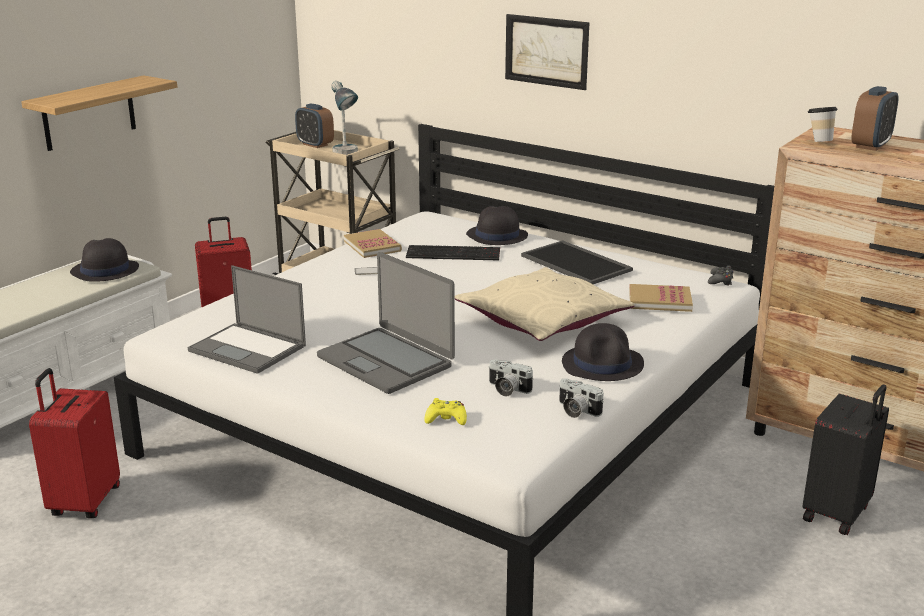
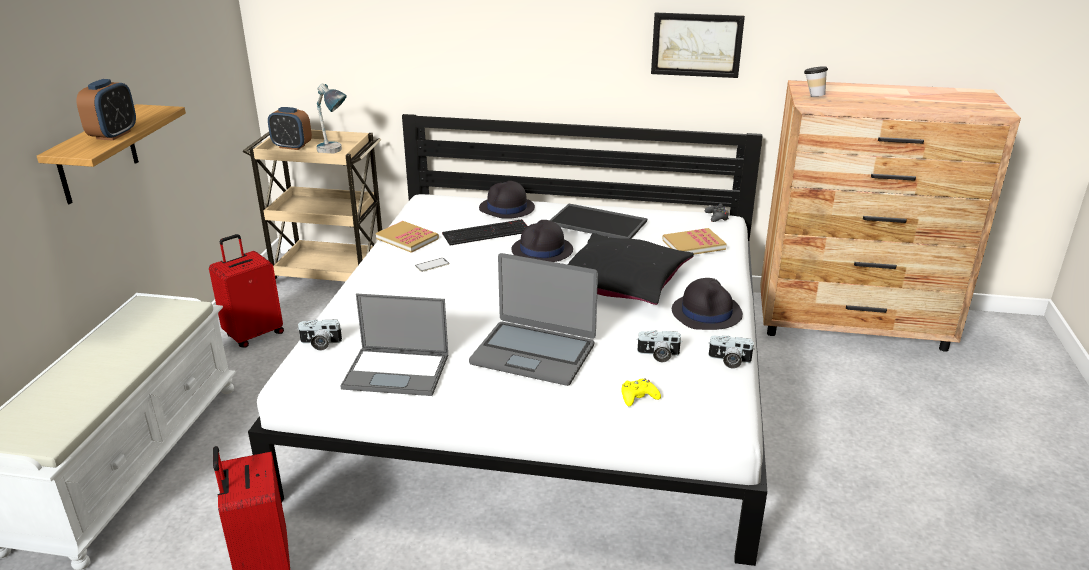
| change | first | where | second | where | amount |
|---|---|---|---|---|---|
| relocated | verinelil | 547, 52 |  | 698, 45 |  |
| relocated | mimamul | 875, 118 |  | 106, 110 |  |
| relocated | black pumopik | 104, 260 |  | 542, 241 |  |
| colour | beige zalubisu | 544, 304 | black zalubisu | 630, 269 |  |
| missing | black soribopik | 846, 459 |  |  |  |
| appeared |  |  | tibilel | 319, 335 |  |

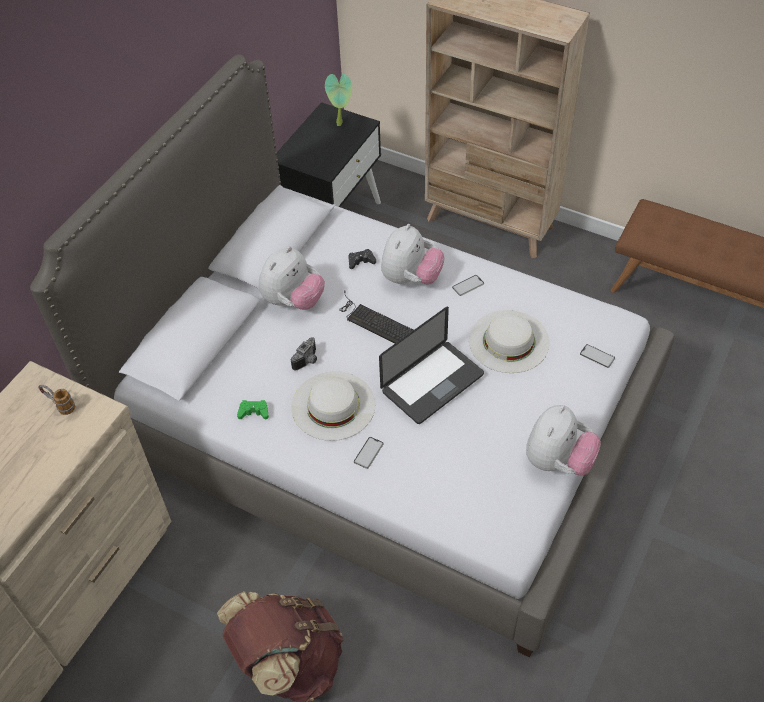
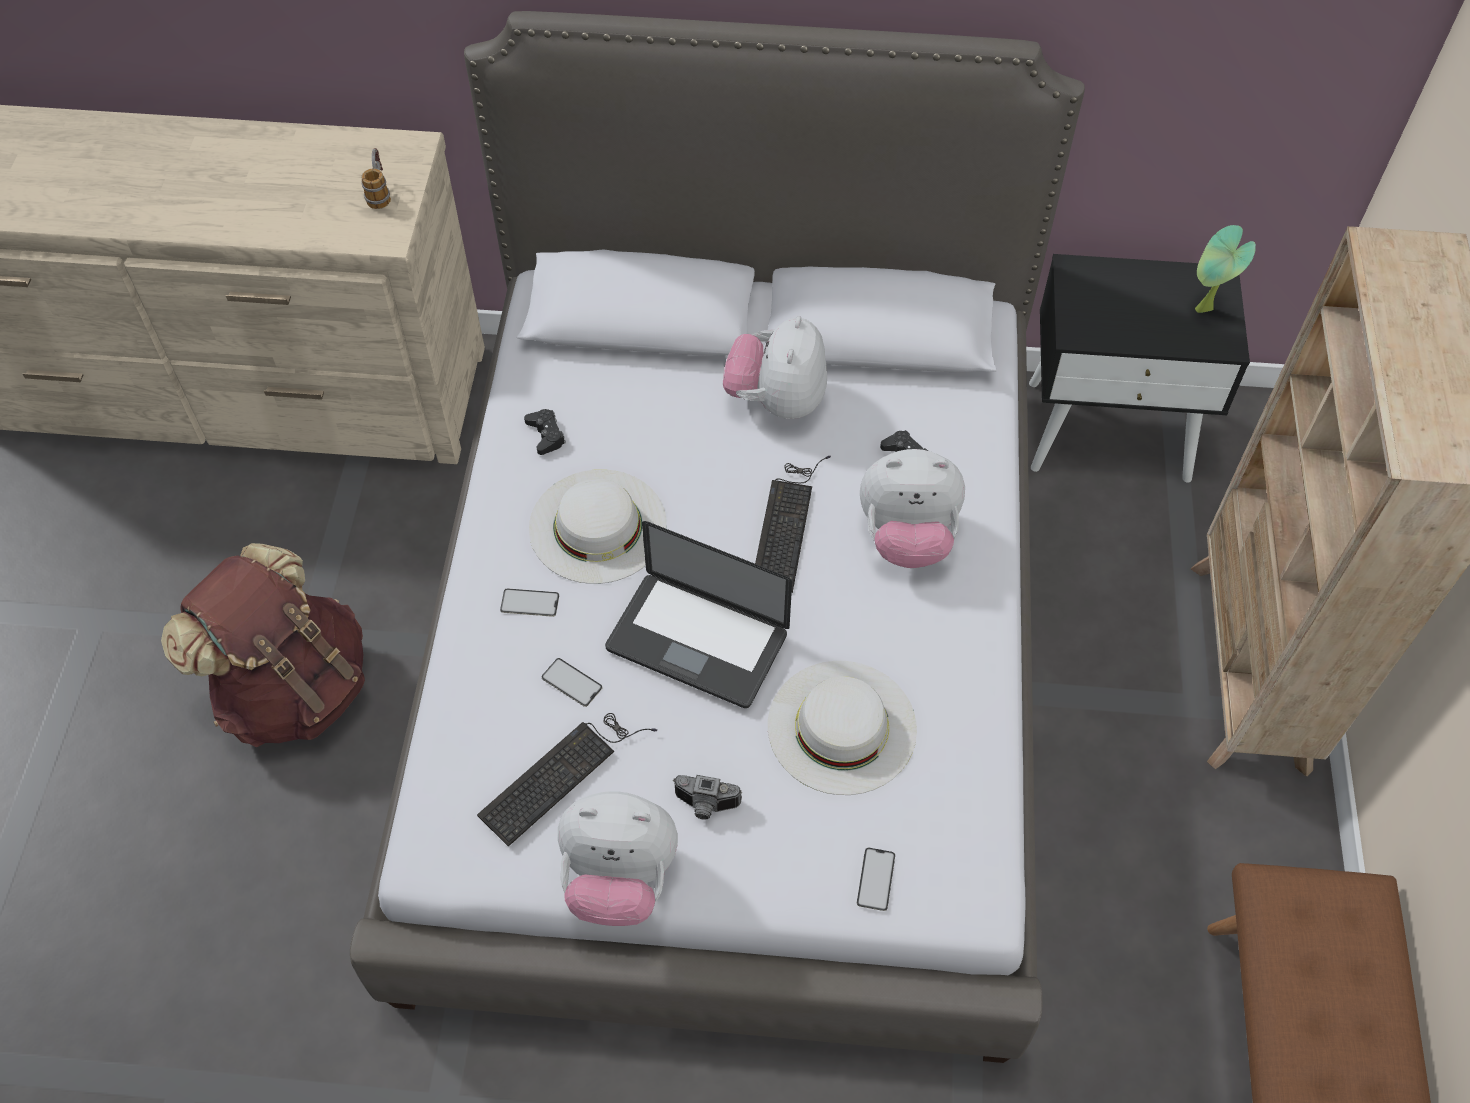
| change | first | where | second | where | amount |
|---|---|---|---|---|---|
| spun | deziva | 292, 278 |  | 775, 367 | 90 degrees clockwise |
| relocated | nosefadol | 468, 285 |  | 572, 682 |  |
| relocated | tibilel | 304, 353 |  | 707, 797 |  |
| colour | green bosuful | 253, 409 | black bosuful | 545, 432 |  |
| appeared |  |  | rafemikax | 567, 780 |  |

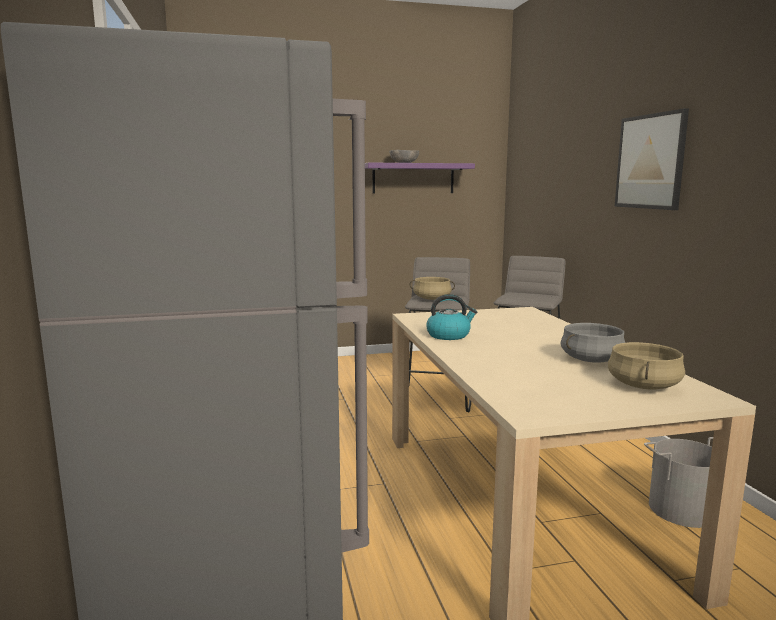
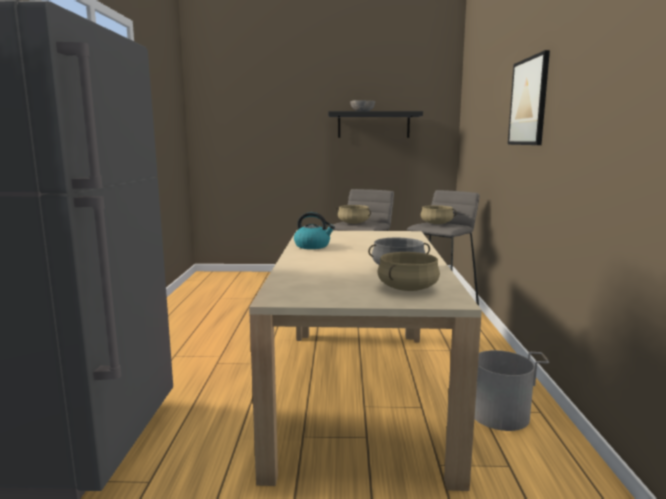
| change | first | where | second | where | amount |
|---|---|---|---|---|---|
| colour | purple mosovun | 420, 178 | black mosovun | 375, 124 |  |
| appeared |  |  | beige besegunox | 438, 214 |  |

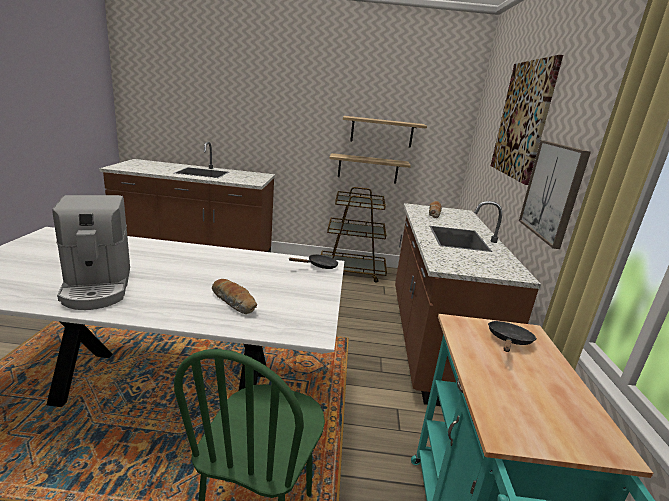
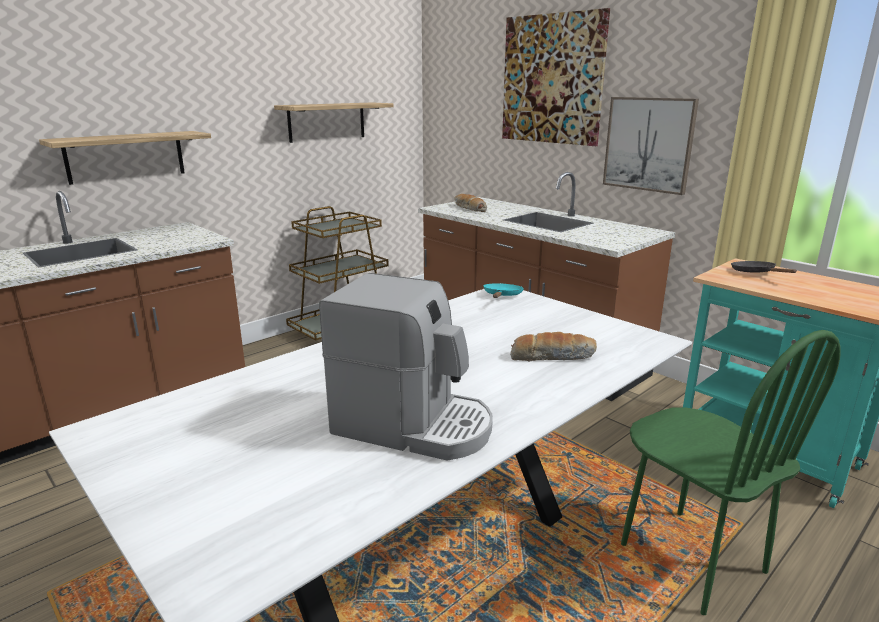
| change | first | where | second | where | amount |
|---|---|---|---|---|---|
| relocated | mosovun | 370, 168 |  | 125, 158 |  |
| colour | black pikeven | 313, 261 | turquoise pikeven | 503, 290 |  |

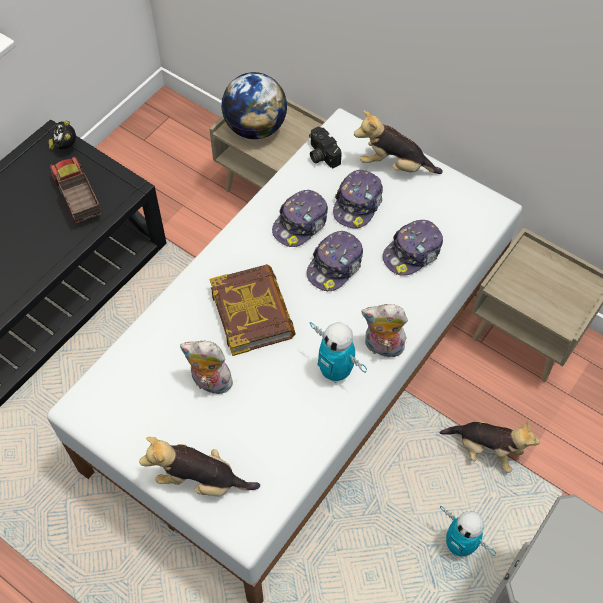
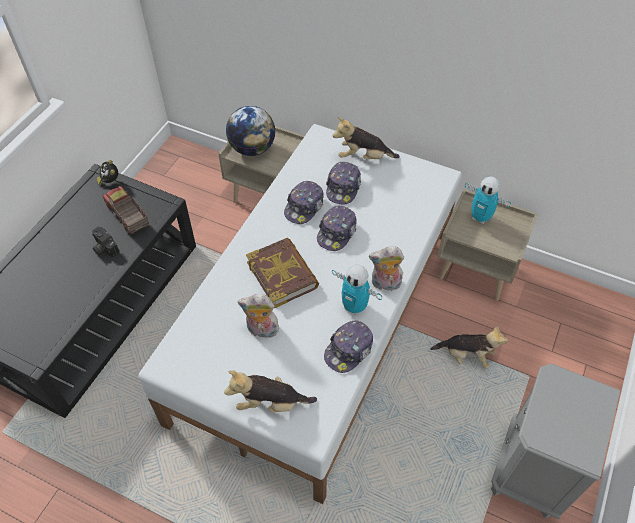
| change | first | where | second | where | amount |
|---|---|---|---|---|---|
| relocated | tibilel | 325, 147 |  | 105, 242 |  |
| relocated | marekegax | 413, 248 |  | 348, 347 |  |
| relocated | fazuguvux | 468, 531 |  | 488, 200 |  |

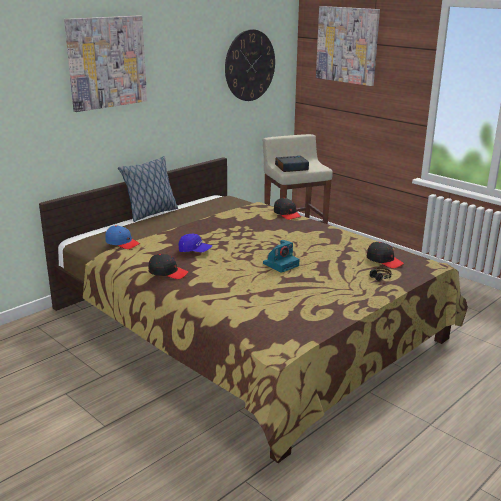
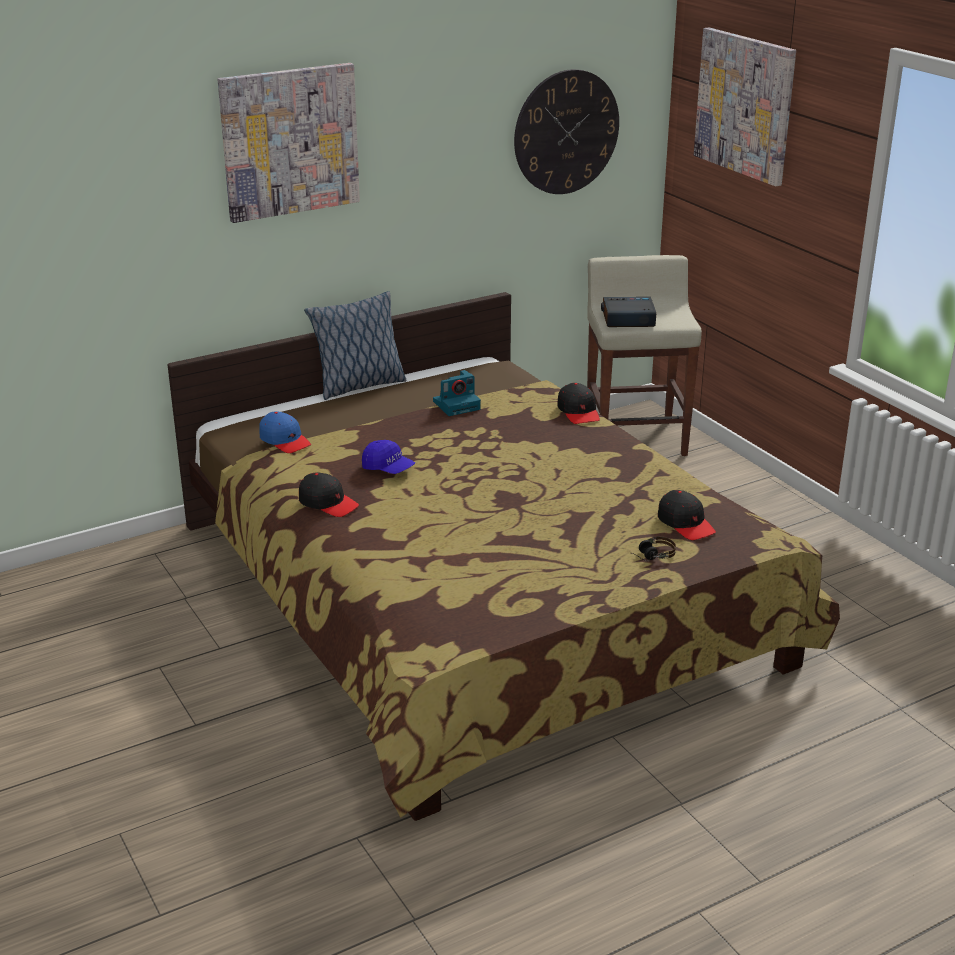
| change | first | where | second | where | amount |
|---|---|---|---|---|---|
| relocated | tibilel | 281, 256 |  | 457, 393 |  |

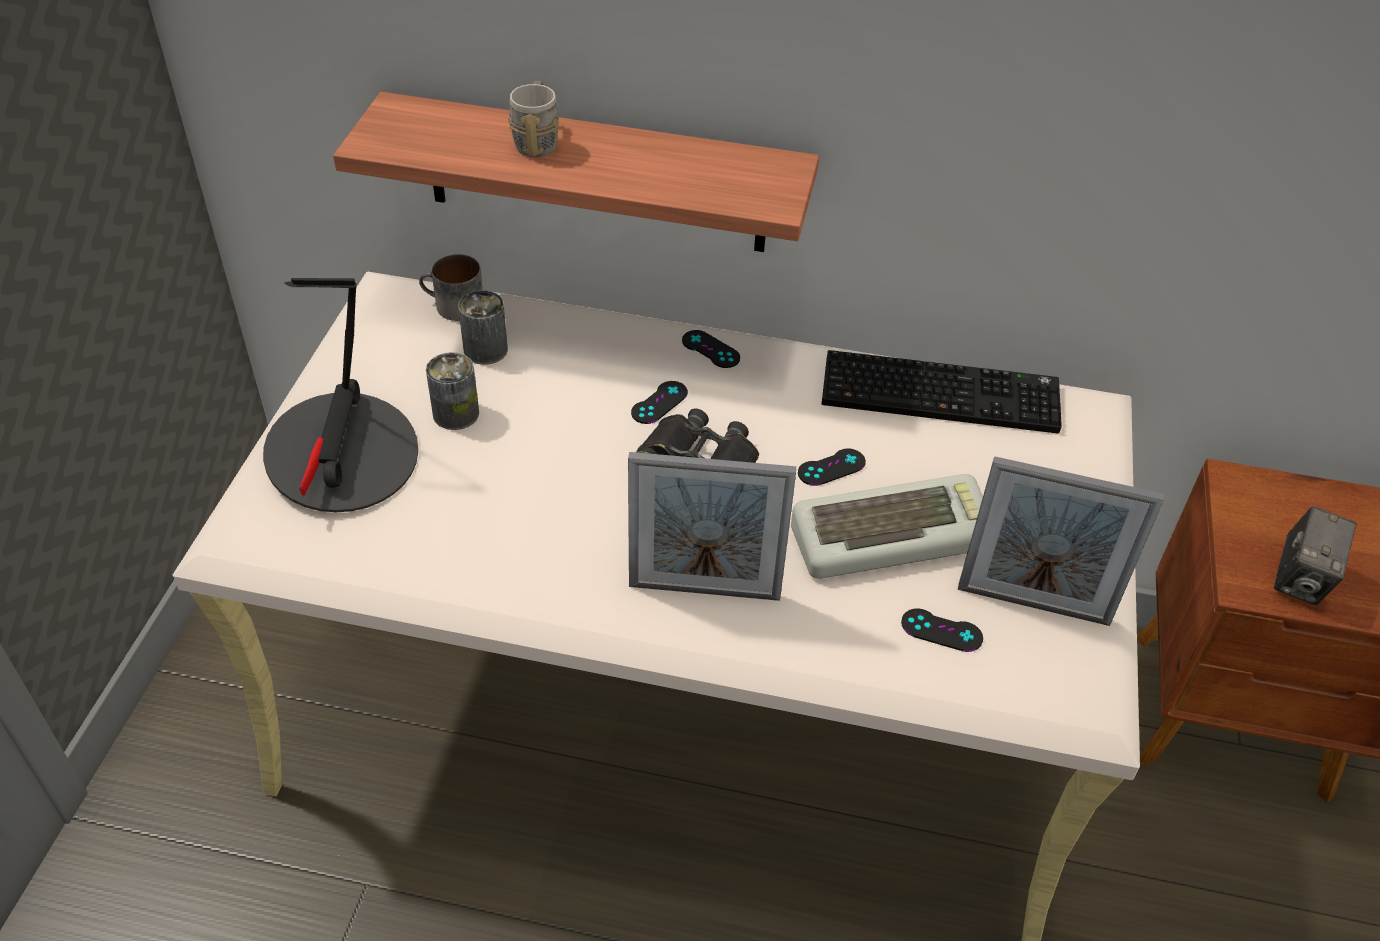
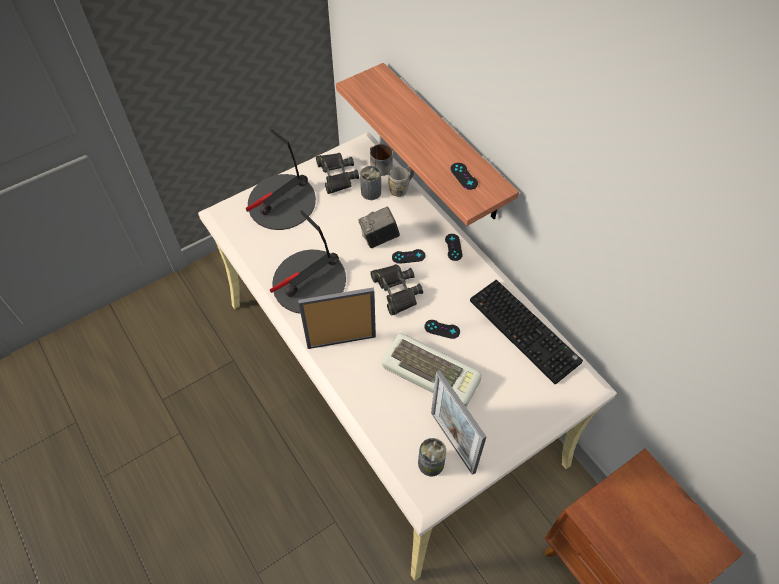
| change | first | where | second | where | amount |
|---|---|---|---|---|---|
| relocated | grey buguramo | 533, 119 |  | 401, 181 |  |
| relocated | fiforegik | 452, 391 |  | 432, 457 |  |
| spun | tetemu | 712, 526 |  | 337, 318 | 120 degrees clockwise |
| relocated | tibilel | 1315, 555 |  | 379, 227 |  |
| relocated | black bosuful | 942, 630 |  | 464, 176 |  |
| appeared |  |  | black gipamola | 337, 173 |  |
| appeared |  |  | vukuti | 308, 262 |  |

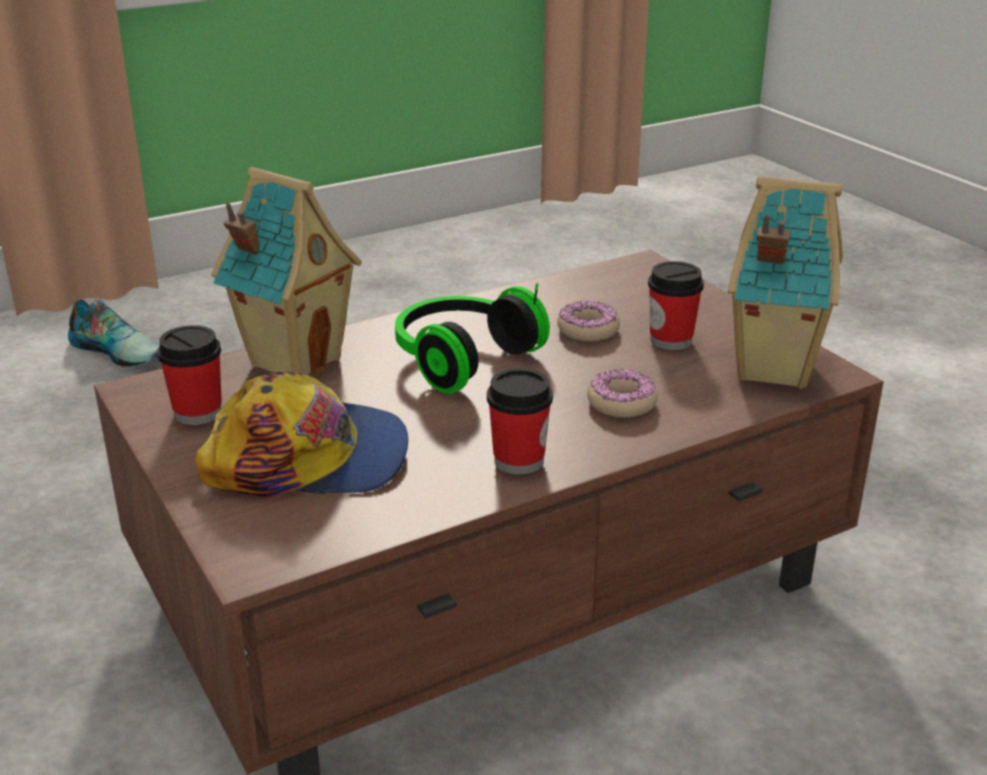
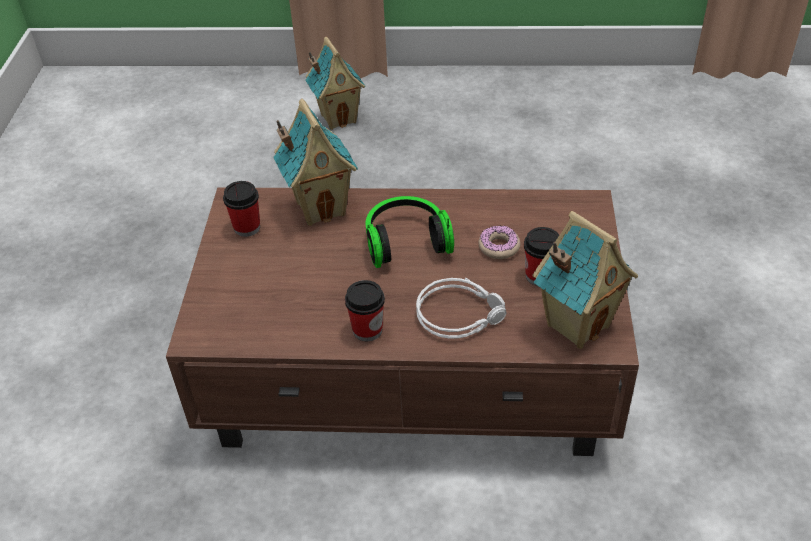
| change | first | where | second | where | amount |
|---|---|---|---|---|---|
| exchanged | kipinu | 114, 333 | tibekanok | 335, 83 |  |
| exchanged | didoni | 622, 393 | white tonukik | 461, 308 |  |
| missing | marekegax | 301, 434 |  |  |  |

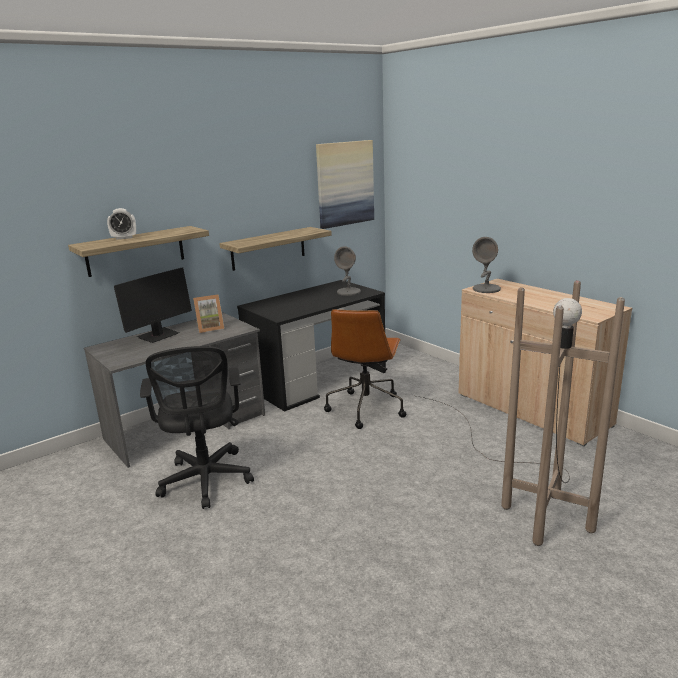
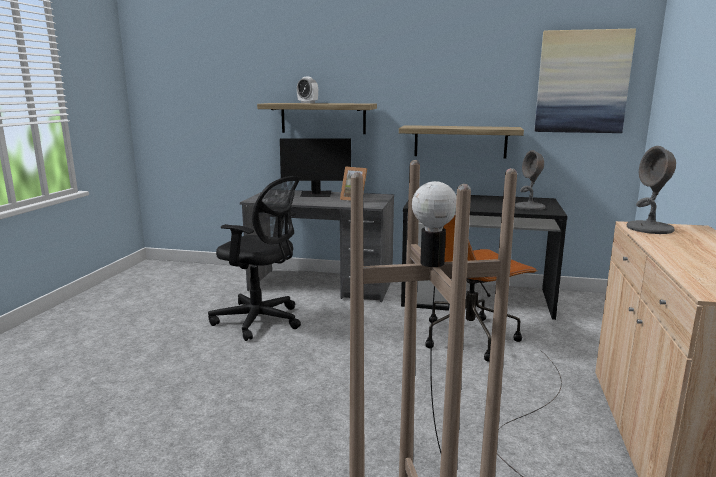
| change | first | where | second | where | amount |
|---|---|---|---|---|---|
| spun | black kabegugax | 197, 427 |  | 254, 258 | 105 degrees counterclockwise |

